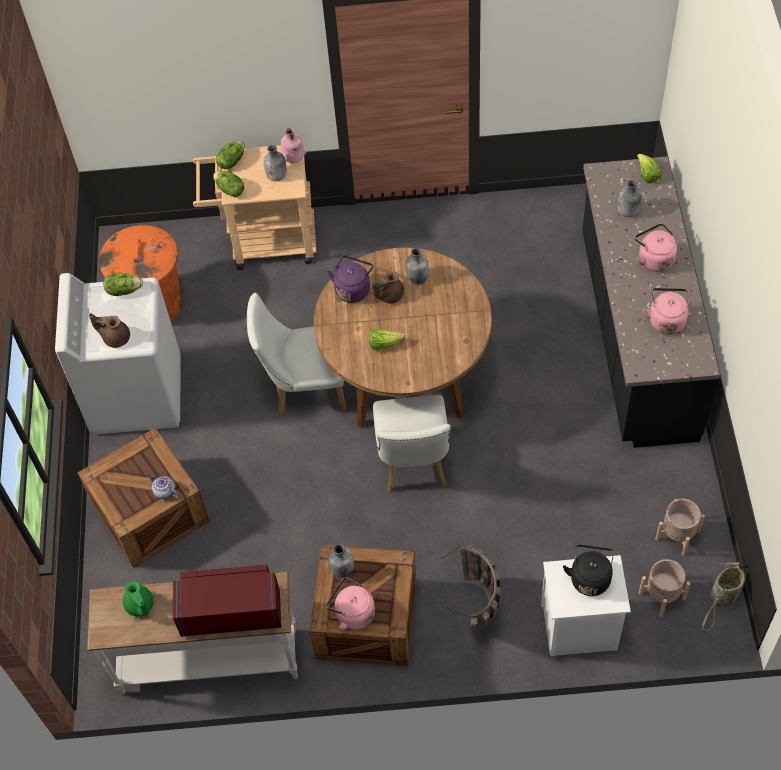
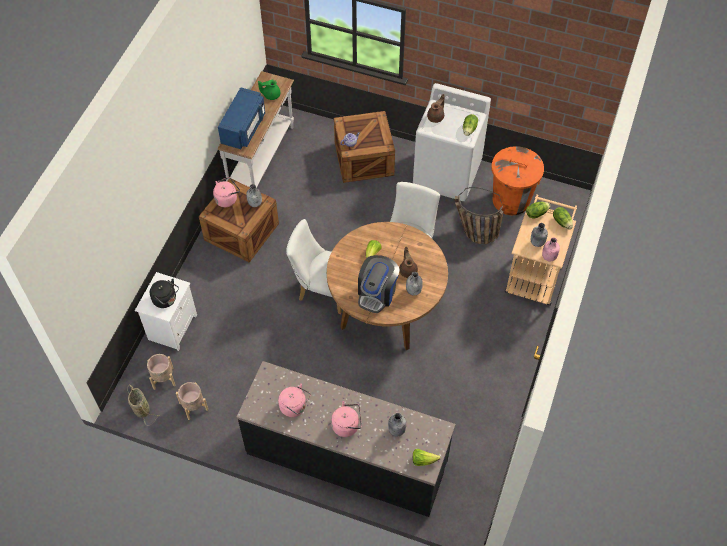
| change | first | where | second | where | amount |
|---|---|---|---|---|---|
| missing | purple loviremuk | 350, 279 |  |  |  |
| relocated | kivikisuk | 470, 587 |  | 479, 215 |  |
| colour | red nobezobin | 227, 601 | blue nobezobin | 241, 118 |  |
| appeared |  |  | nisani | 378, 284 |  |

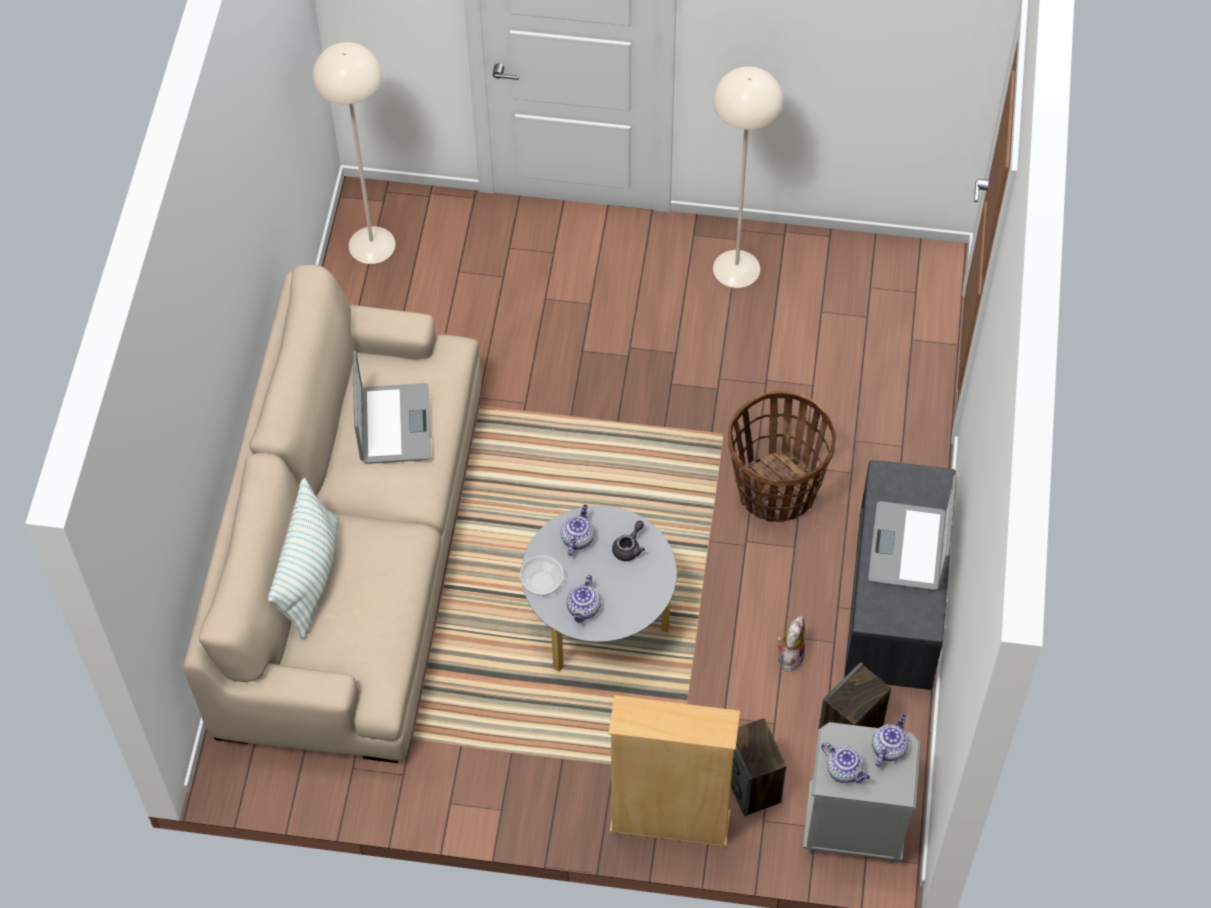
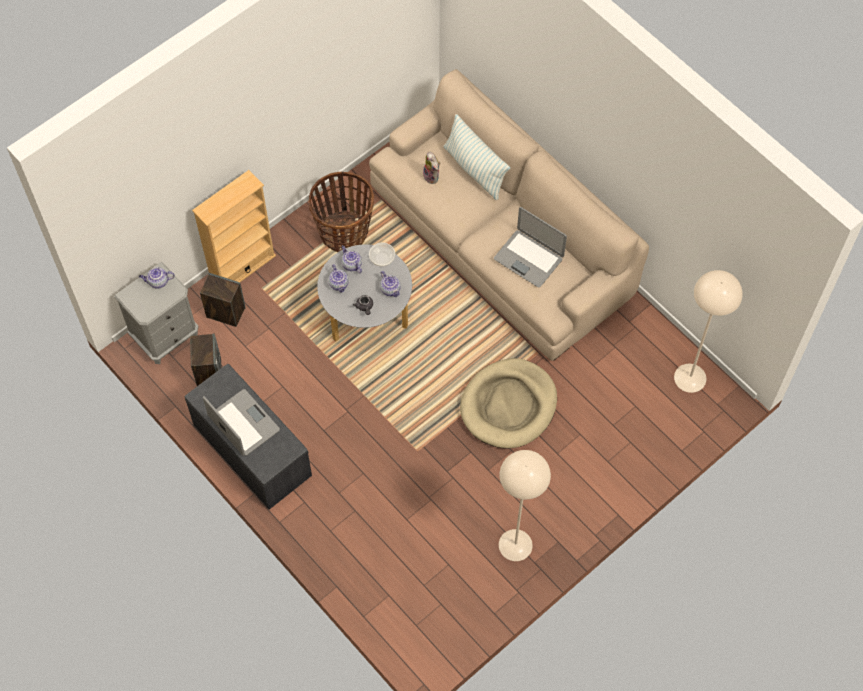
| change | first | where | second | where | amount |
|---|---|---|---|---|---|
| relocated | kivikisuk | 782, 456 |  | 341, 212 |  |
| relocated | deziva | 791, 643 |  | 431, 167 |  |
| relocated | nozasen | 890, 740 |  | 338, 278 |  |
| appeared |  |  | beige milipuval | 508, 403 |  |

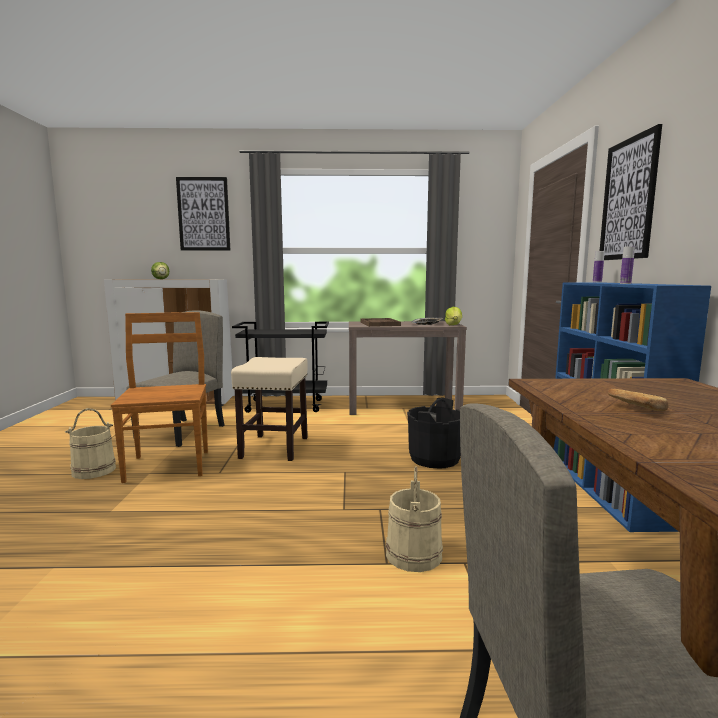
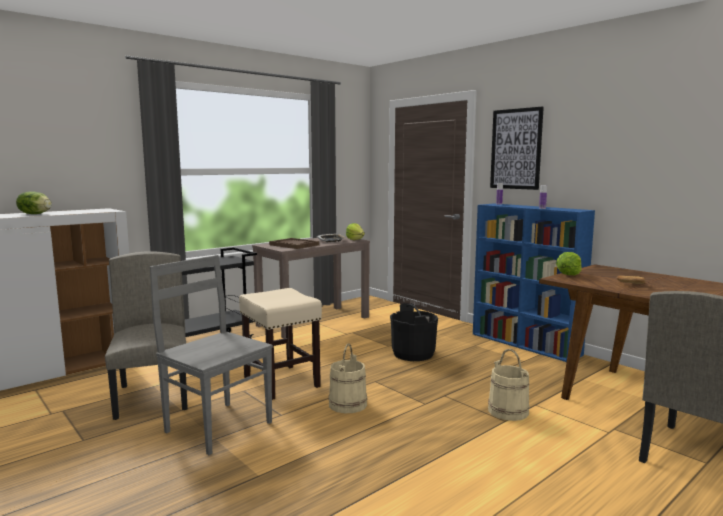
| change | first | where | second | where | amount |
|---|---|---|---|---|---|
| missing | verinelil | 203, 214 |  |  |  |
| colour | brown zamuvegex | 159, 397 | grey zamuvegex | 211, 355 |  |
| relocated | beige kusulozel | 90, 443 |  | 348, 378 |  |
| appeared |  |  | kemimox | 569, 263 |  |

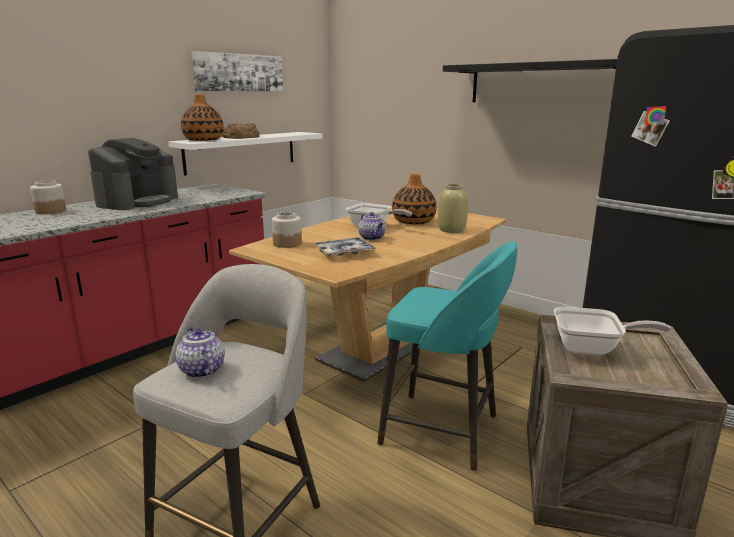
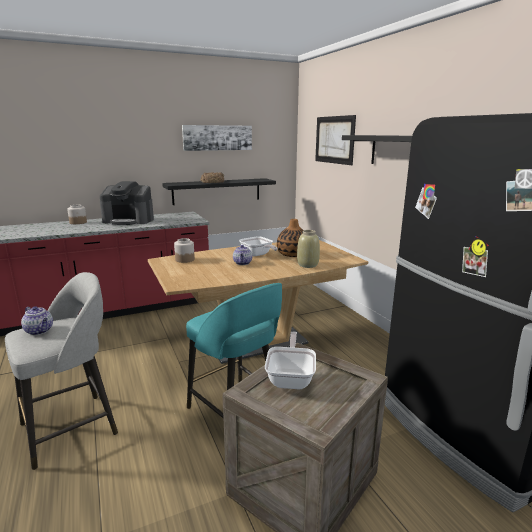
| change | first | where | second | where | amount |
|---|---|---|---|---|---|
| missing | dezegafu | 202, 117 |  |  |  |
| colour | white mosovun | 245, 154 | black mosovun | 219, 191 |  |
| spun | nisani | 133, 174 |  | 127, 203 | 45 degrees clockwise |
| missing | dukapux | 345, 246 |  |  |  |
| spun | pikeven | 612, 331 |  | 290, 360 | 120 degrees counterclockwise |
| spun | nozasen | 200, 352 |  | 37, 320 | 135 degrees clockwise |
| appeared |  |  | verinelil | 335, 140 |  |

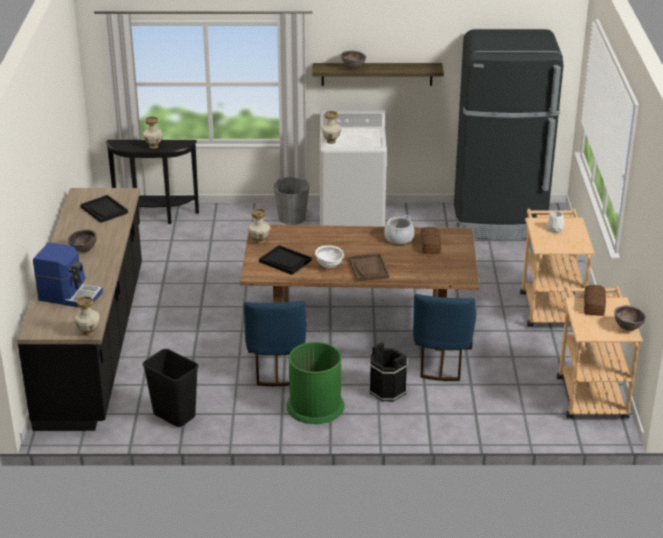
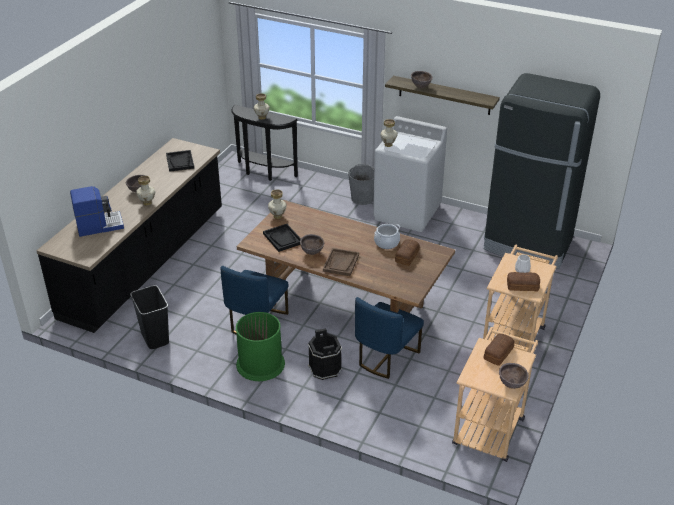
| change | first | where | second | where | amount |
|---|---|---|---|---|---|
| spun | nisani | 68, 275 |  | 97, 211 | 60 degrees counterclockwise |
| colour | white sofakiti | 329, 257 | brown sofakiti | 312, 244 |  |
| relocated | dezegafu | 87, 316 |  | 145, 190 |  |
| appeared |  |  | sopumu | 523, 282 |  |

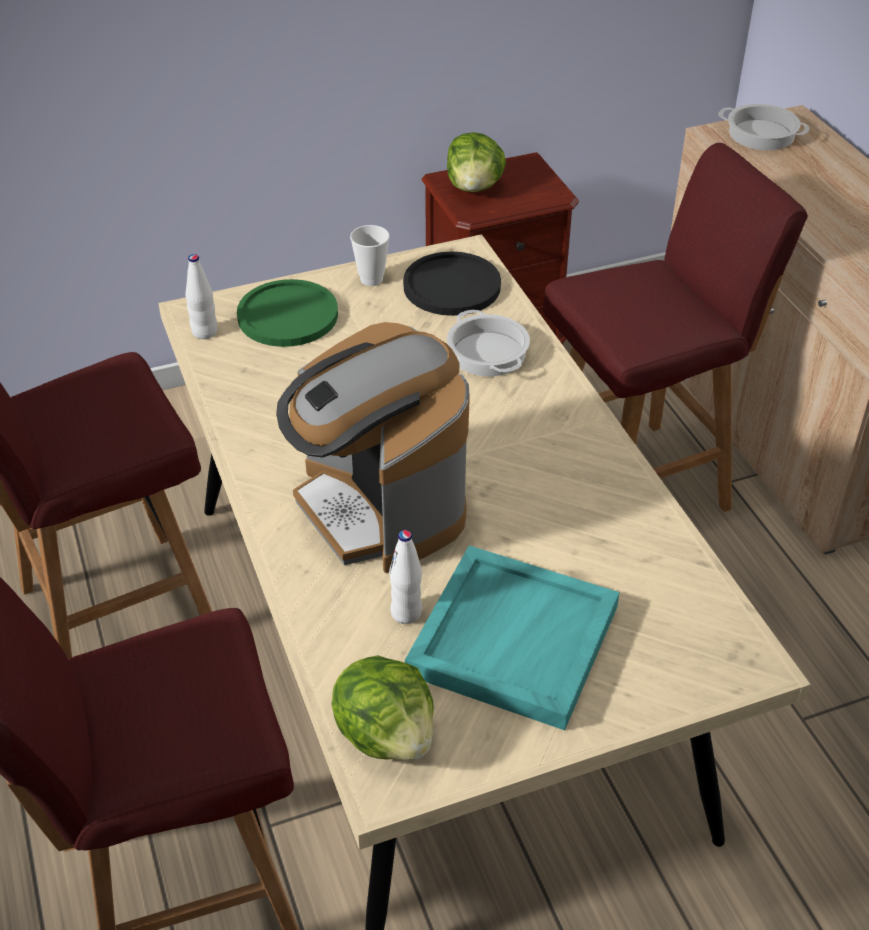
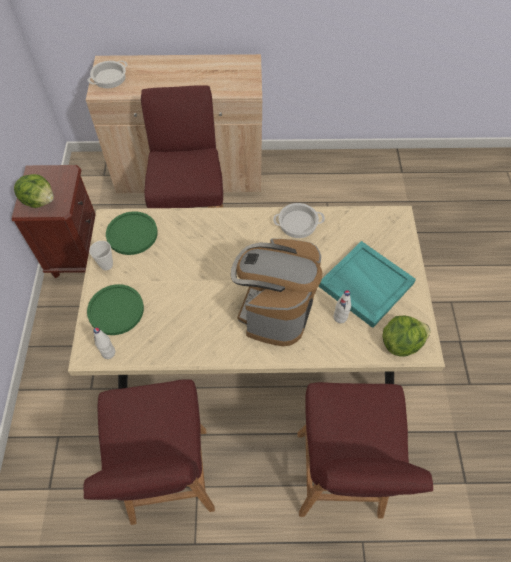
| change | first | where | second | where | amount |
|---|---|---|---|---|---|
| colour | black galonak | 452, 284 | green galonak | 132, 233 |  |
| relocated | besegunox | 488, 343 |  | 299, 220 |  |
| spun | nisani | 373, 447 |  | 276, 293 | 120 degrees clockwise |

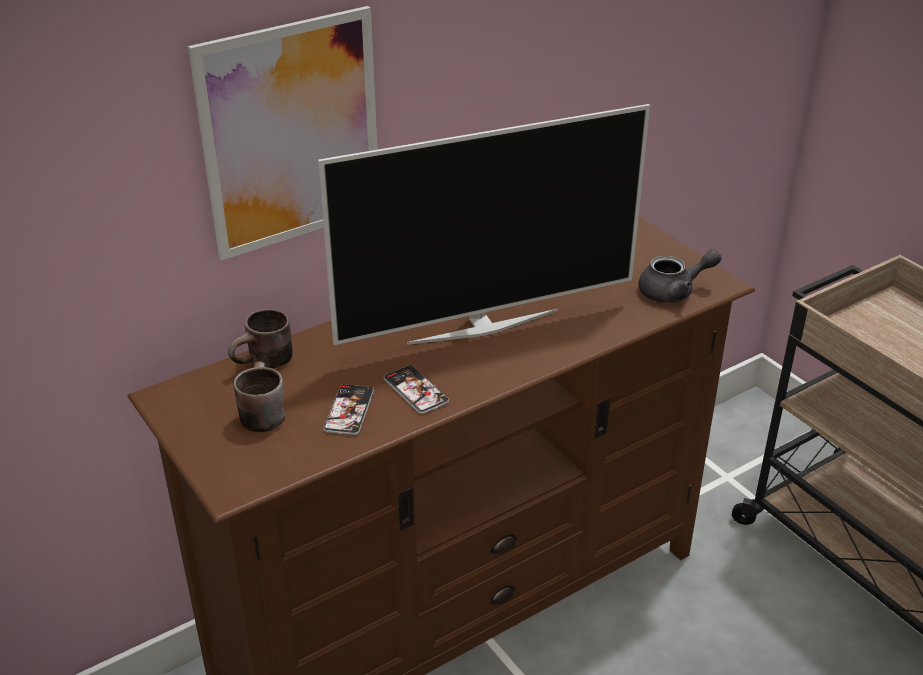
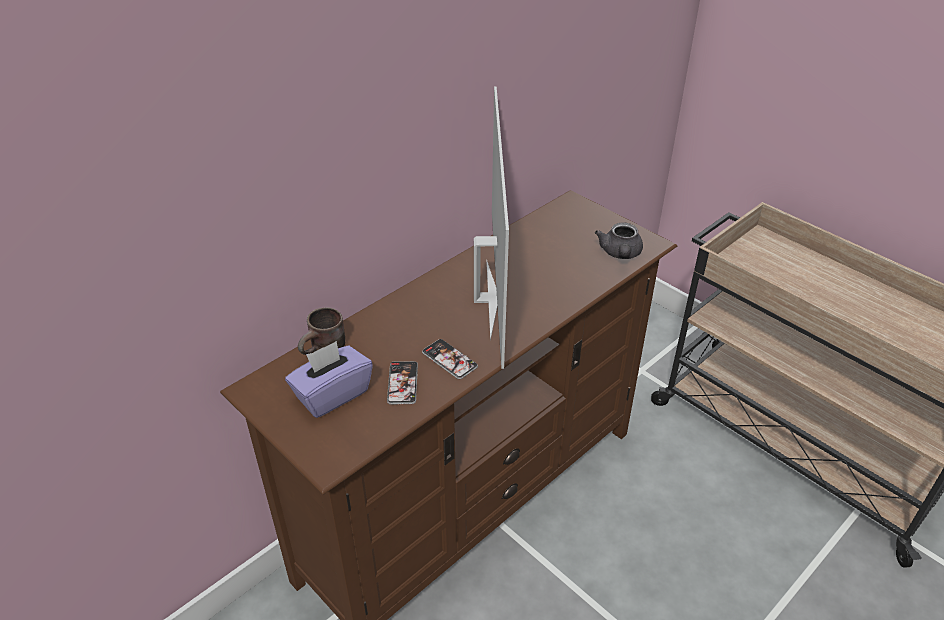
| change | first | where | second | where | amount |
|---|---|---|---|---|---|
| missing | verinelil | 283, 133 |  |  |  |
| spun | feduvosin | 484, 224 |  | 491, 227 | 60 degrees counterclockwise |
| spun | grey nozasen | 679, 276 |  | 619, 241 | 120 degrees clockwise |
| exchanged | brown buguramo | 259, 396 | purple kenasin | 329, 379 |  |

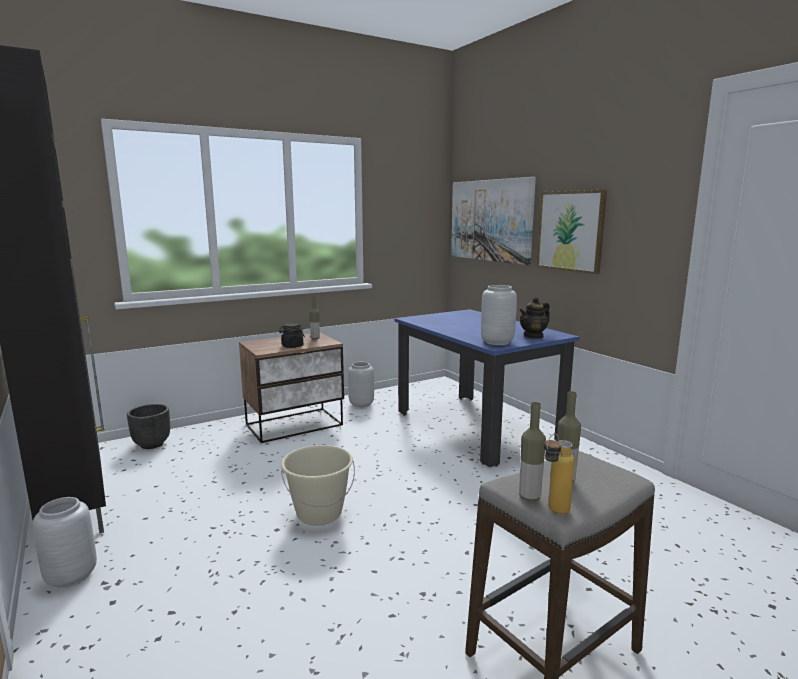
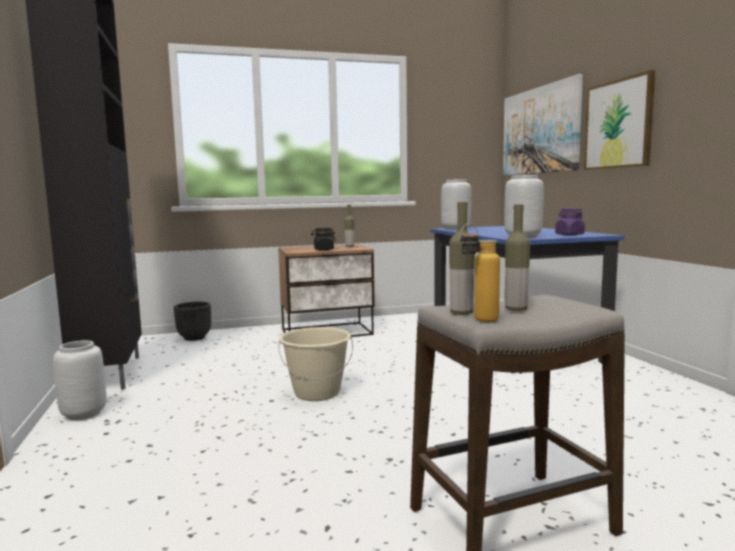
| change | first | where | second | where | amount |
|---|---|---|---|---|---|
| exchanged | nozasen | 534, 318 | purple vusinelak | 570, 222 |  |
| relocated | grey dezegafu | 361, 385 |  | 456, 204 |  |

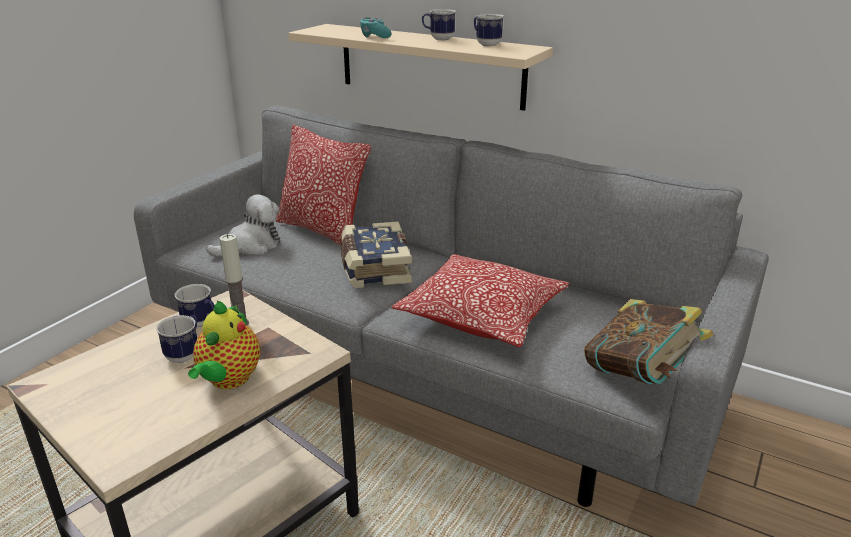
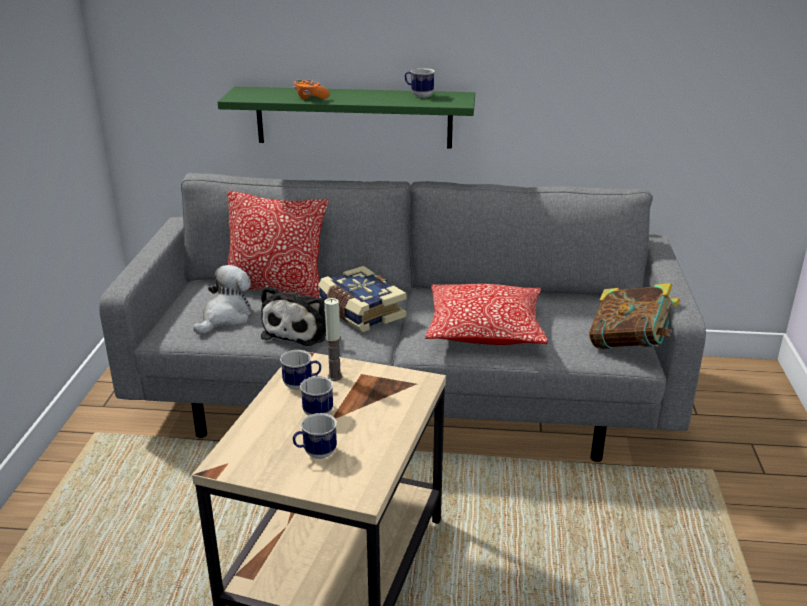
| change | first | where | second | where | amount |
|---|---|---|---|---|---|
| relocated | buguramo | 439, 24 |  | 315, 436 |  |
| colour | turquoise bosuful | 376, 27 | orange bosuful | 311, 89 |  |
| colour | beige mosovun | 420, 67 | green mosovun | 346, 118 |  |
| missing | nozasen | 224, 345 |  |  |  |
| appeared |  |  | deziva | 293, 316 |  |

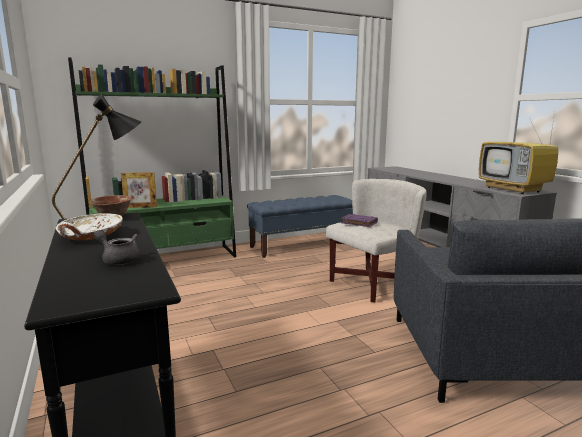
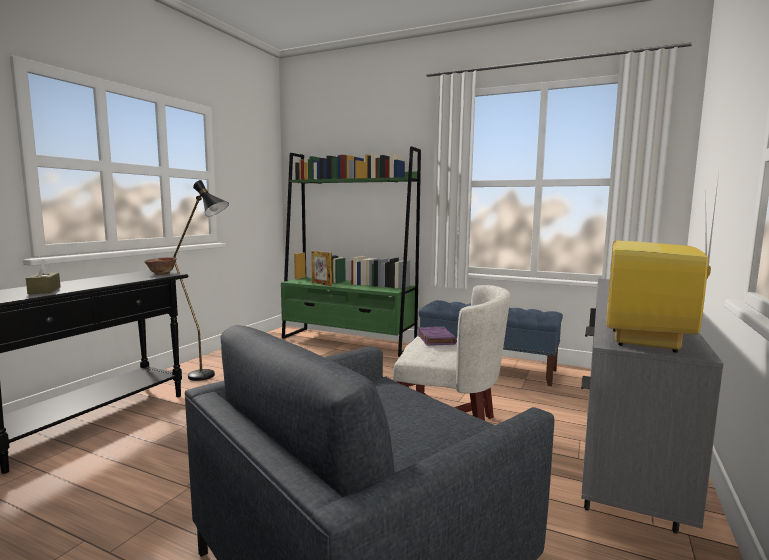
| change | first | where | second | where | amount |
|---|---|---|---|---|---|
| missing | white sofakiti | 89, 227 |  |  |  |
| exchanged | grey nozasen | 117, 247 | brown kenasin | 43, 277 |  |

